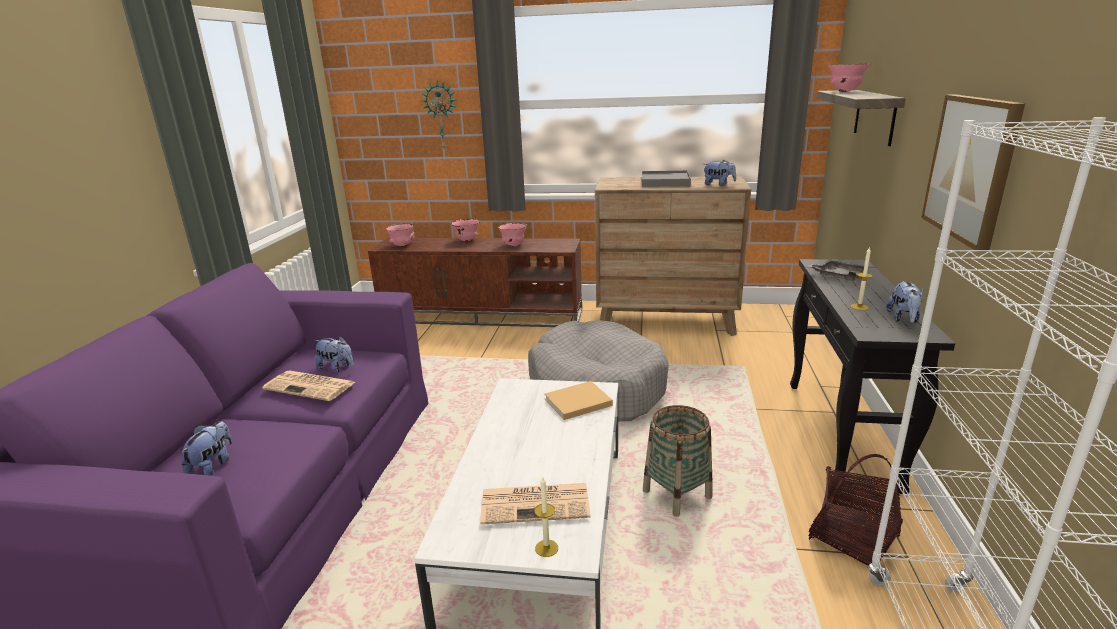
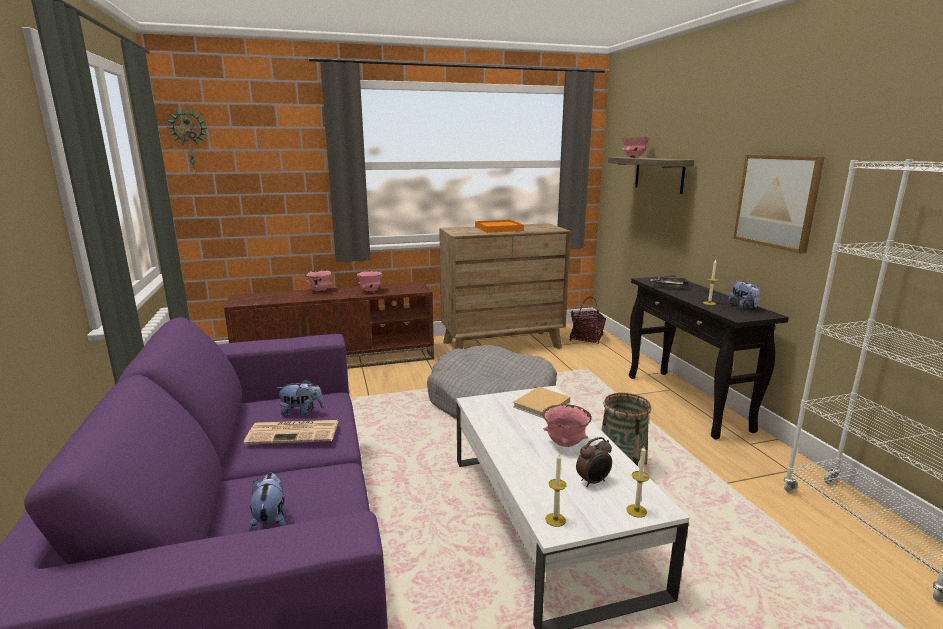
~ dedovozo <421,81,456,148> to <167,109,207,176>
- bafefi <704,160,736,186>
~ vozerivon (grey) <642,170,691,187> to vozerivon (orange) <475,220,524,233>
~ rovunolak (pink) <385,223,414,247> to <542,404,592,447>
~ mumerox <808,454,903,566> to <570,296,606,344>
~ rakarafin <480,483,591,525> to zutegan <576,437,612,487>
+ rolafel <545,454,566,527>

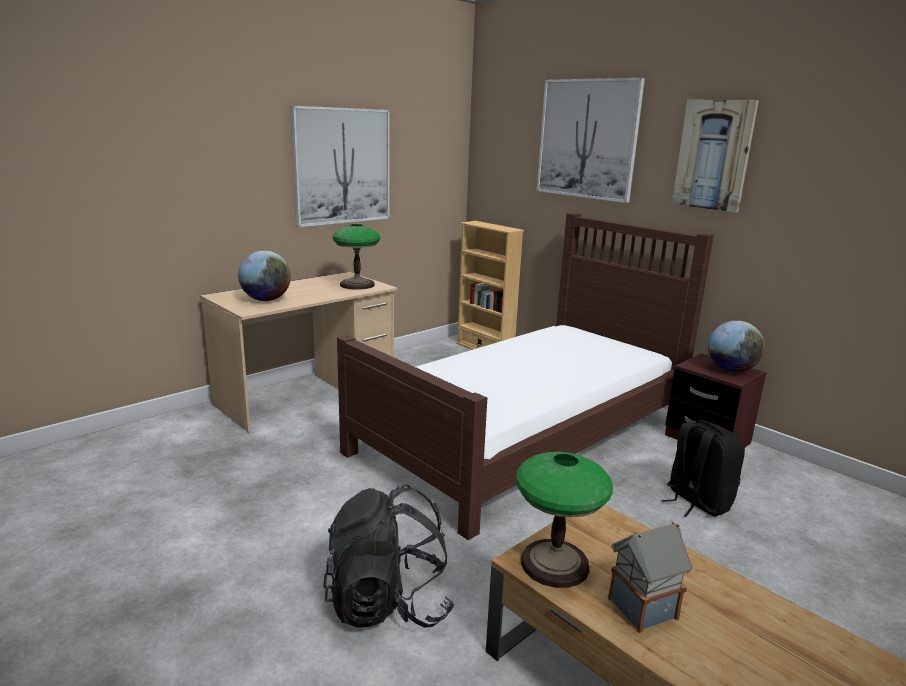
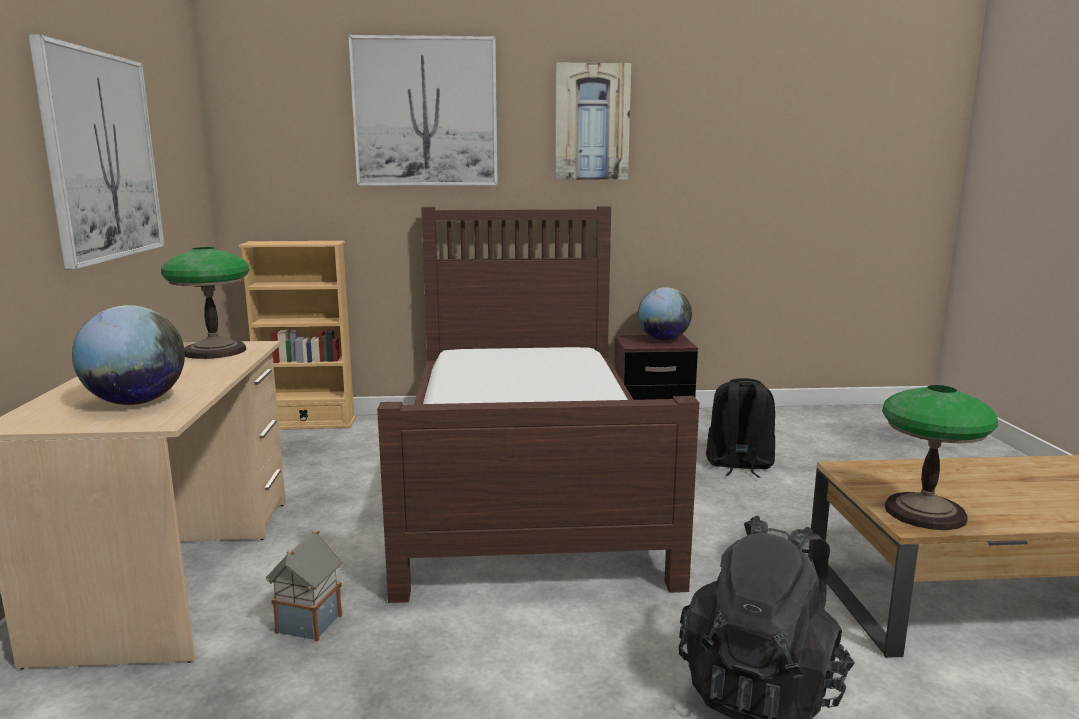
~ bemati <608,522,693,633> to <266,530,342,642>

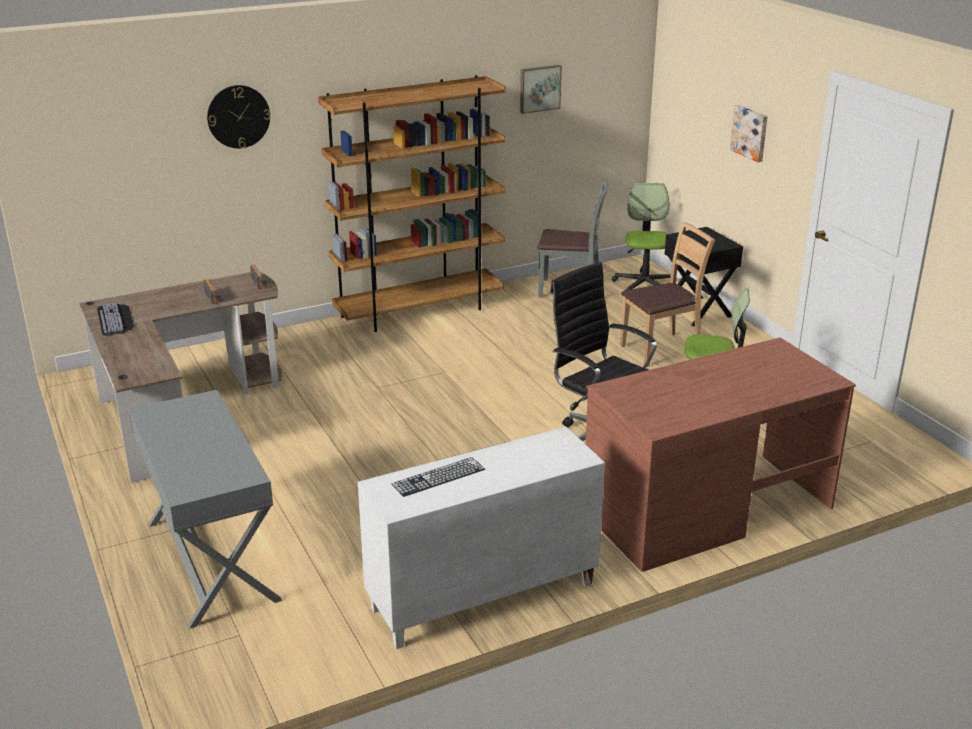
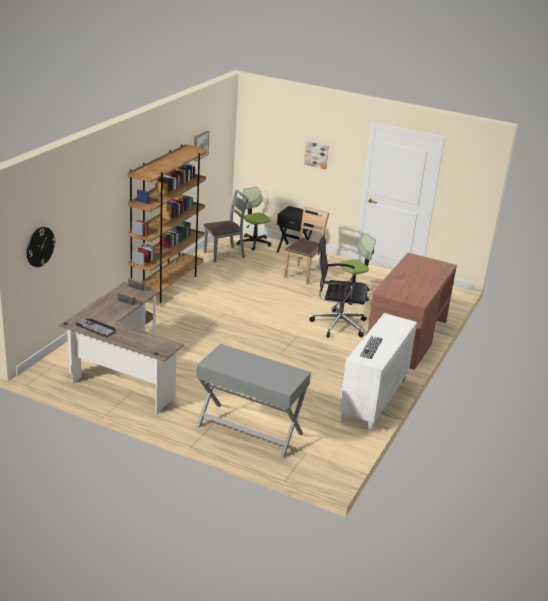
~ dedovozo <207,85,270,148> to <27,227,56,267>

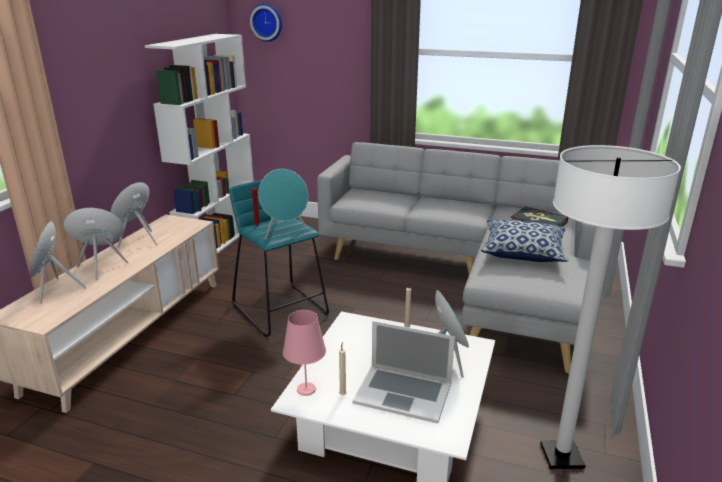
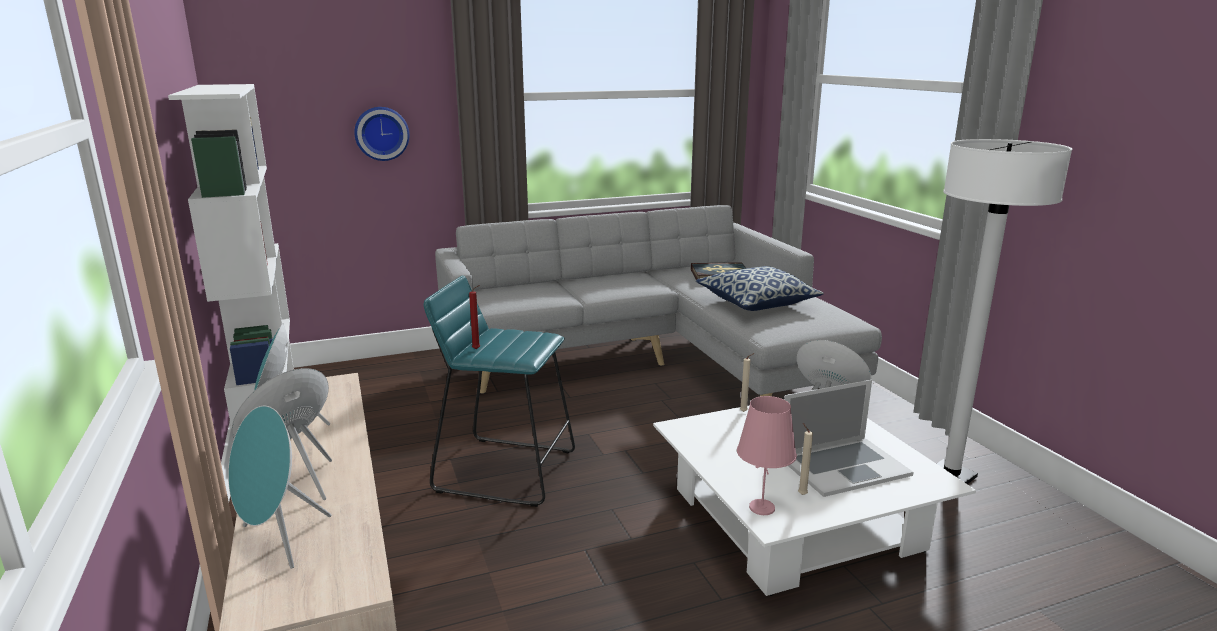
~ dedovozo <250,3,282,42> to <354,107,410,161>
- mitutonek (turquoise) <259,169,308,239>

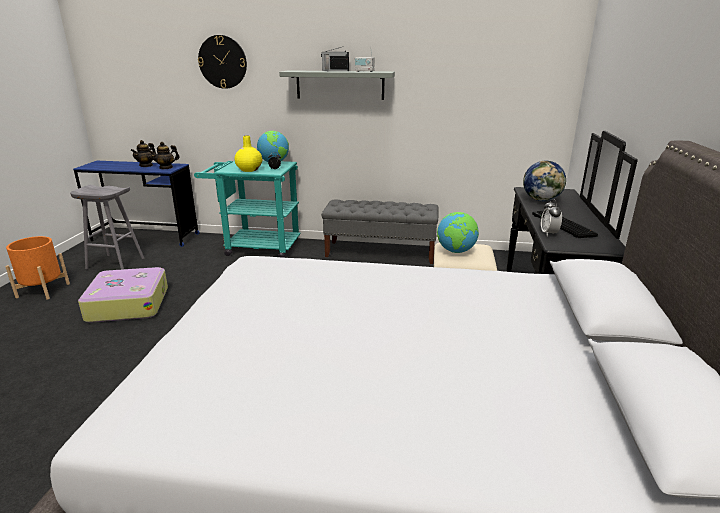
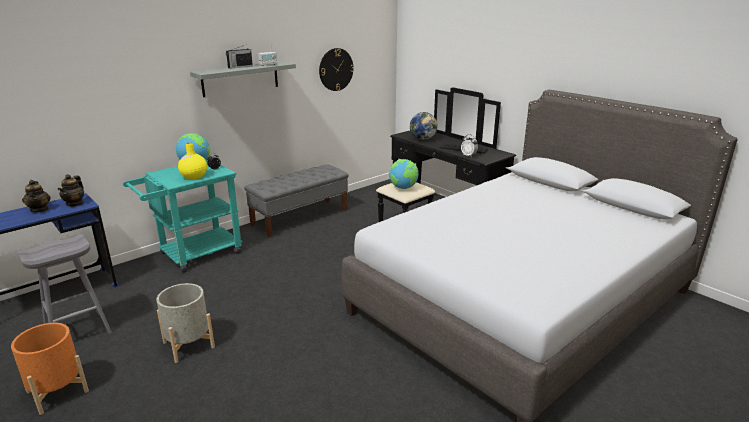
~ dedovozo <198,35,247,89> to <319,48,354,91>
~ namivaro <78,267,168,322> to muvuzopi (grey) <156,283,215,363>

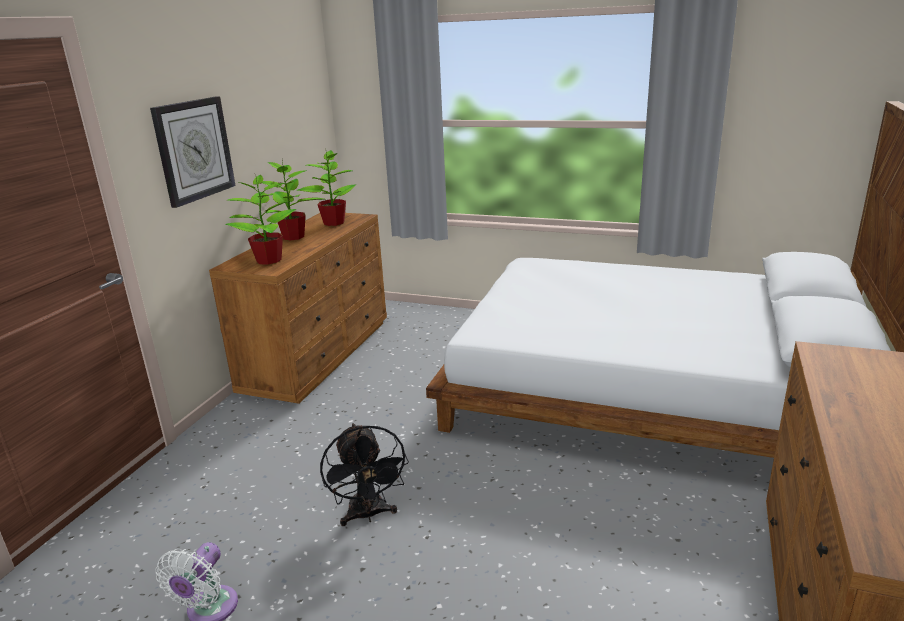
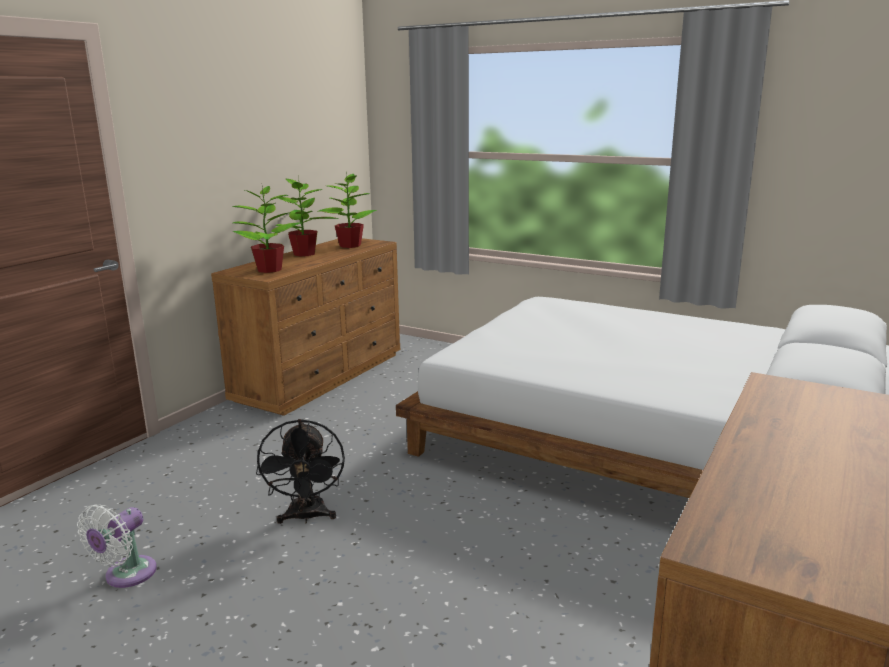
- dedovozo <150,96,236,208>

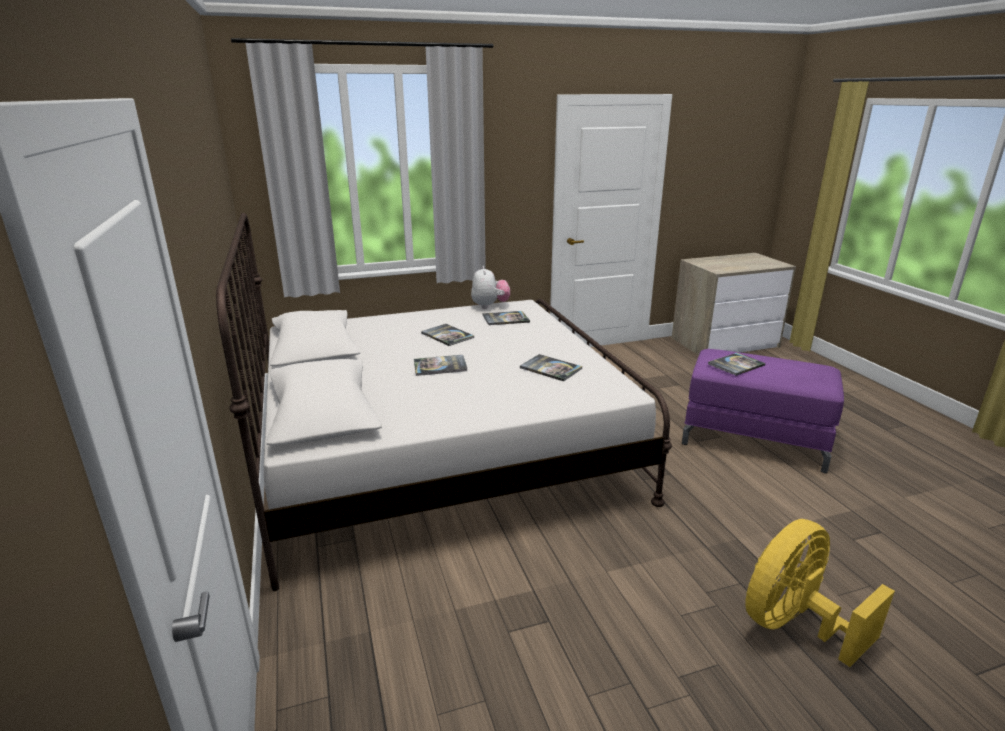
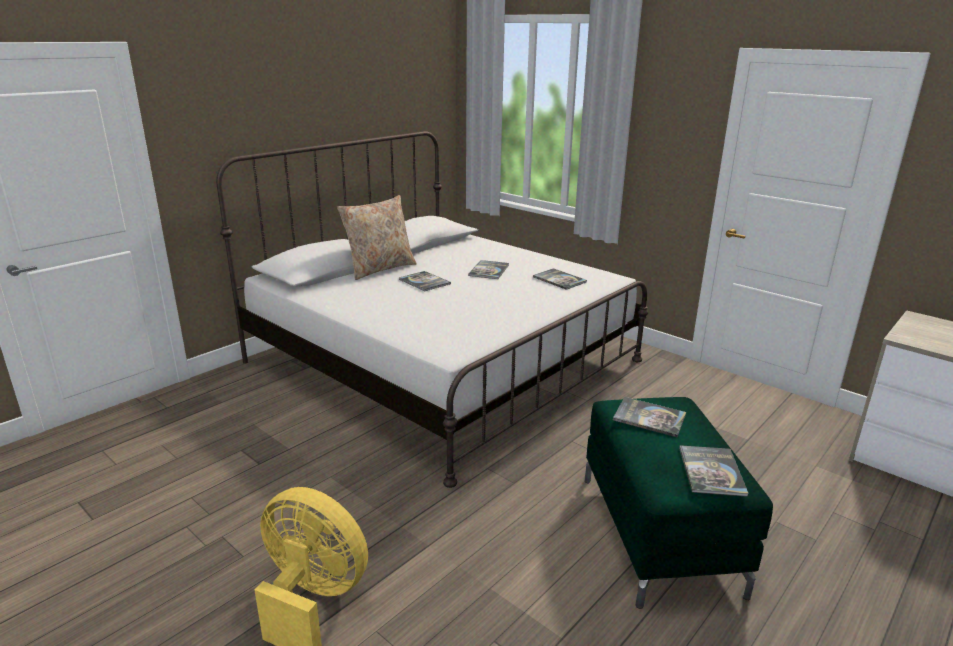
- bafefi <471,266,510,309>
~ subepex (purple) <682,349,844,473> to subepex (green) <585,397,773,609>
~ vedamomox <520,354,582,381> to <679,445,749,497>
+ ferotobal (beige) <337,195,417,280>

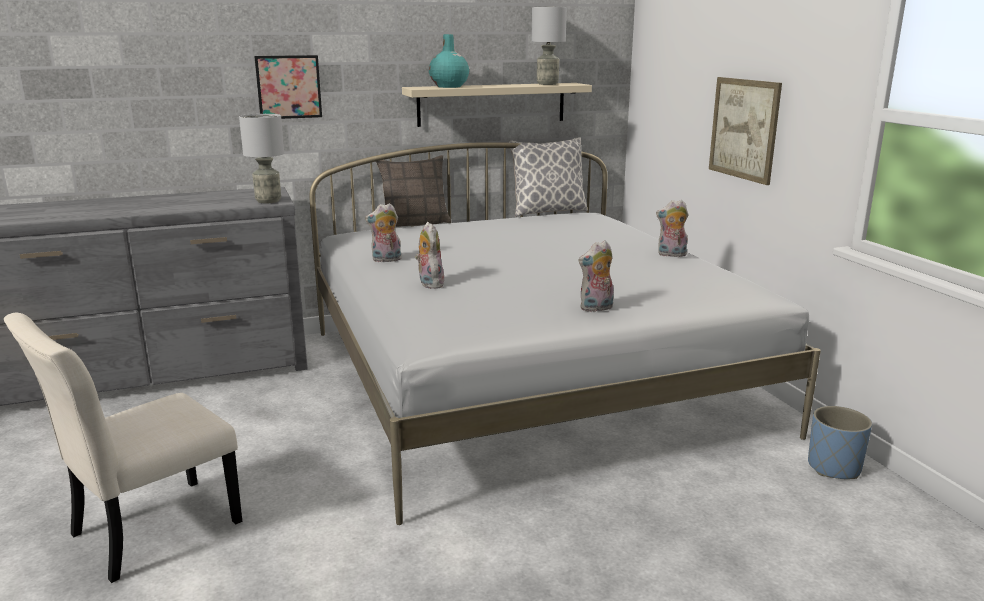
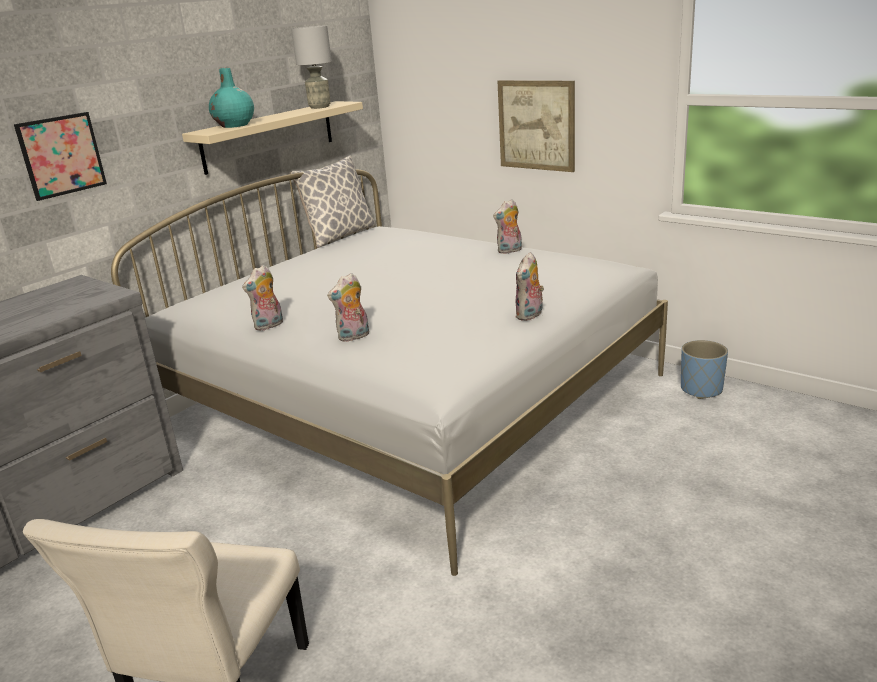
- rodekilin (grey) <239,114,284,203>
- ferotobal <376,155,451,227>
~ bafefi <415,222,444,289> = <327,273,369,342> 75 degrees counterclockwise

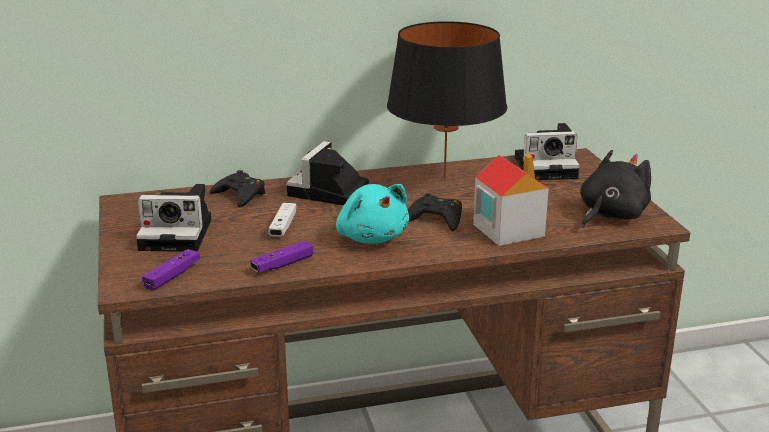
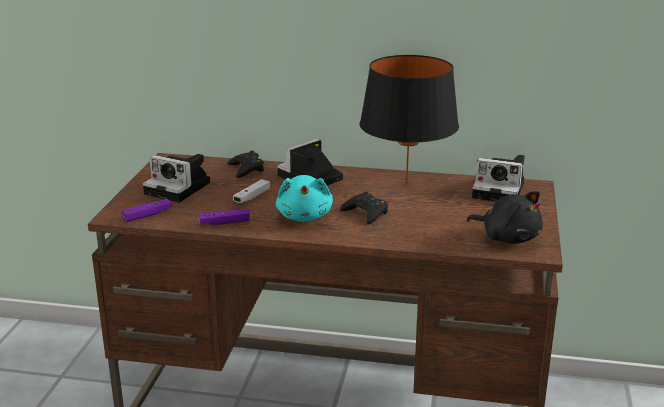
~ bafefi (black) <580,150,651,228> = <467,191,543,244> 60 degrees clockwise
- bemati <473,153,549,246>

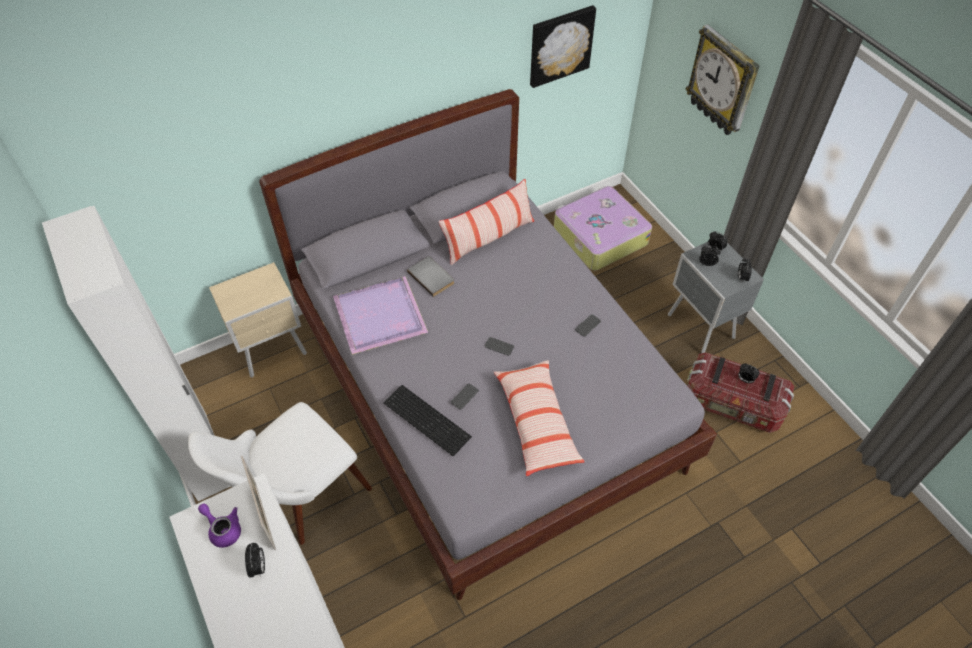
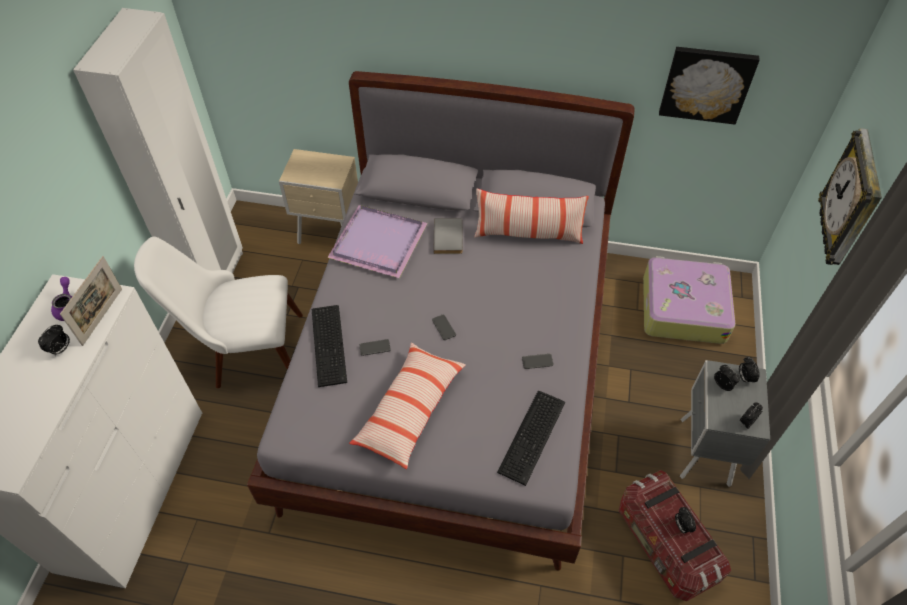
+ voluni <497,391,565,486>

